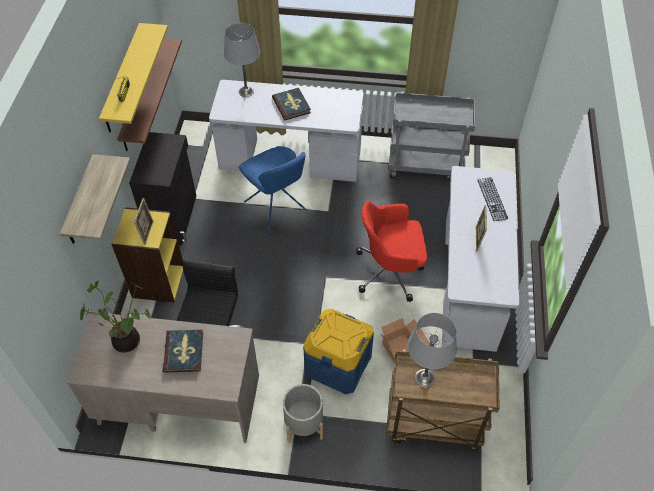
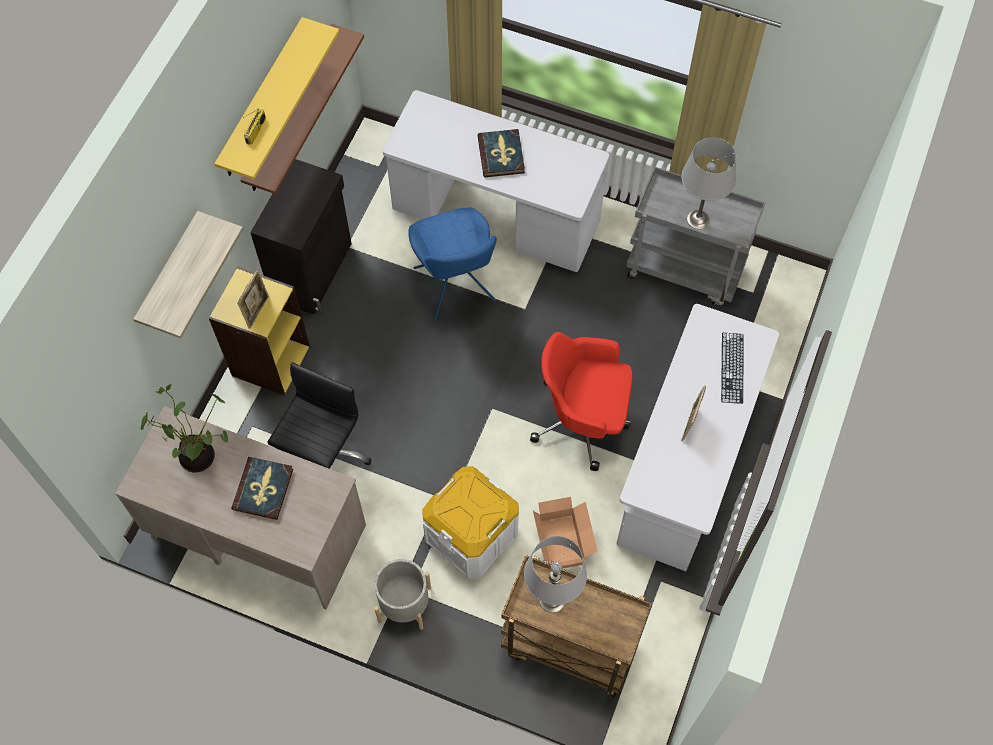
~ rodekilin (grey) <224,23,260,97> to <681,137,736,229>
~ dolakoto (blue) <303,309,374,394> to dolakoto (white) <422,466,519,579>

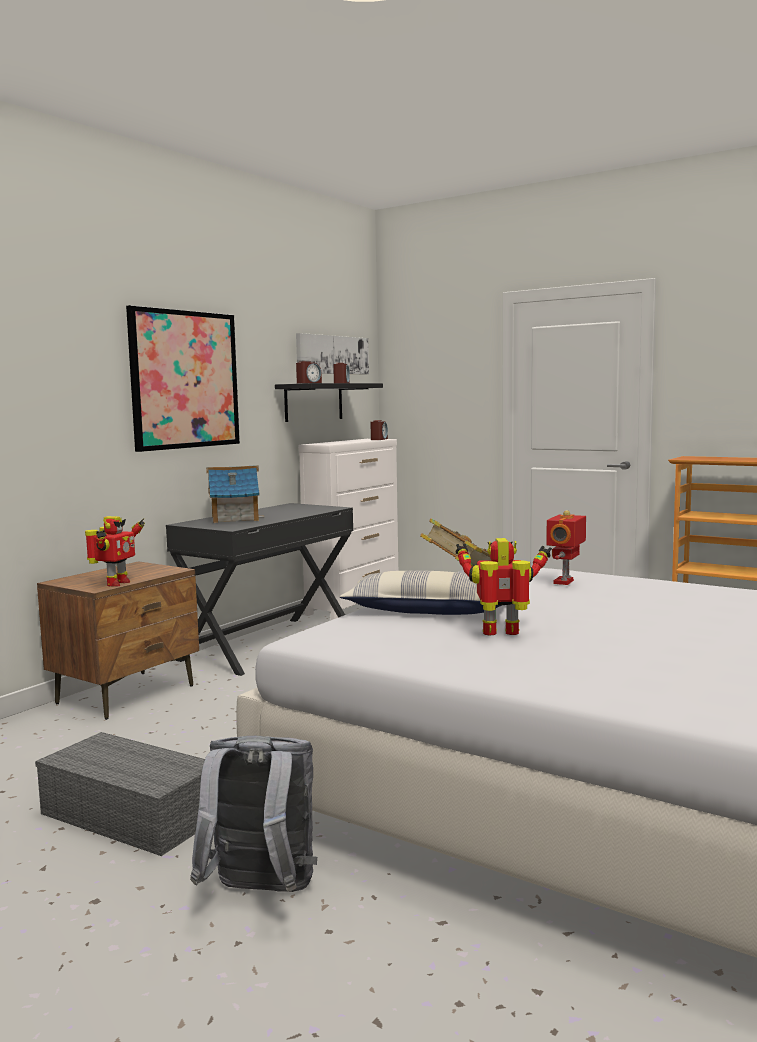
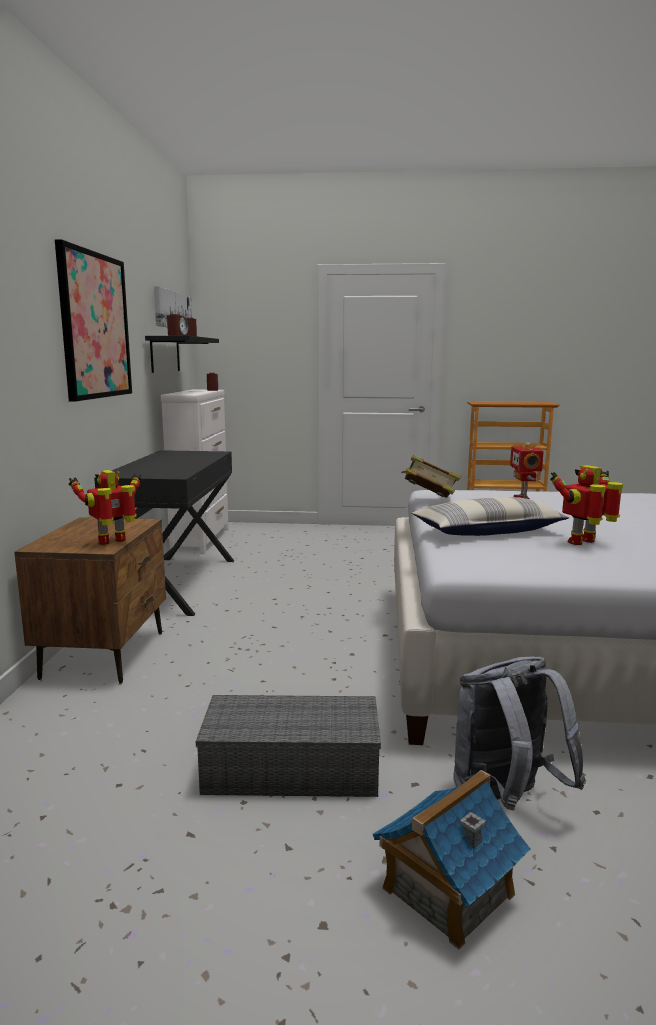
~ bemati <206,465,264,523> to <373,770,530,950>
~ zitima <85,516,145,587> = <69,470,142,545> 120 degrees counterclockwise

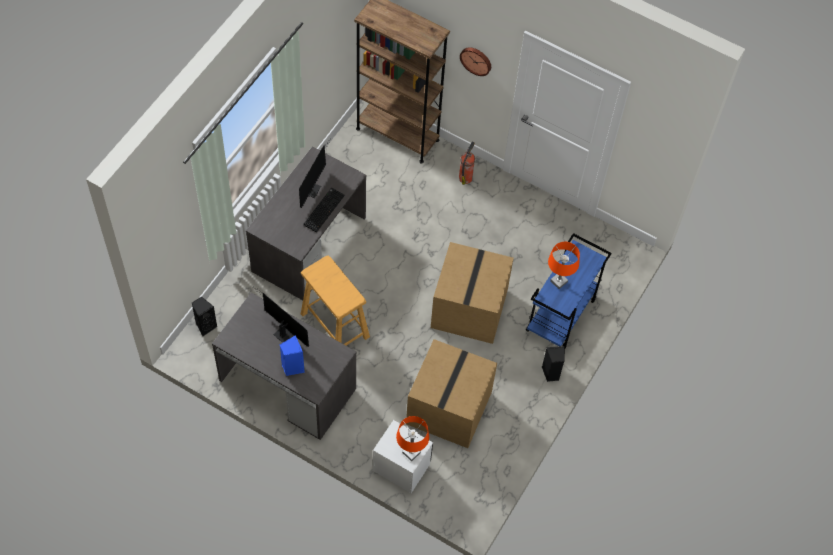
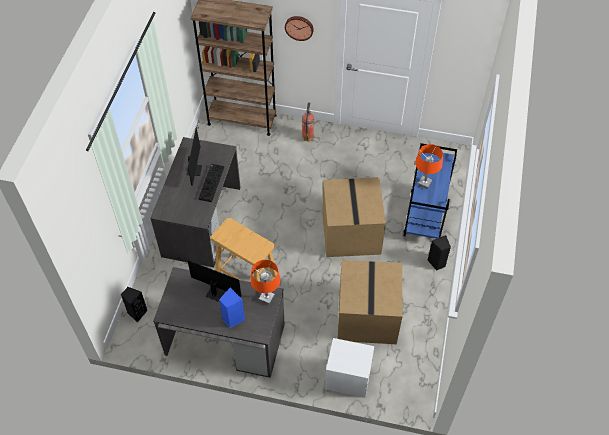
~ rodekilin (orange) <396,416,429,461> to <250,260,281,305>

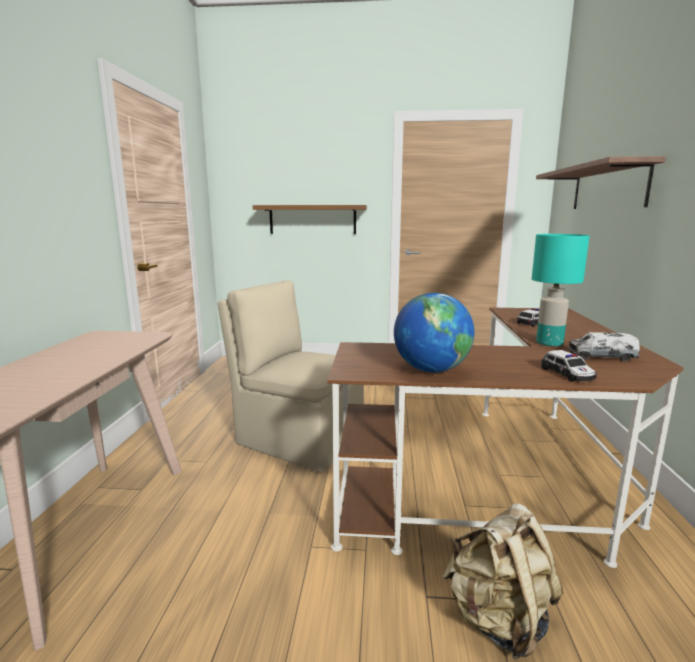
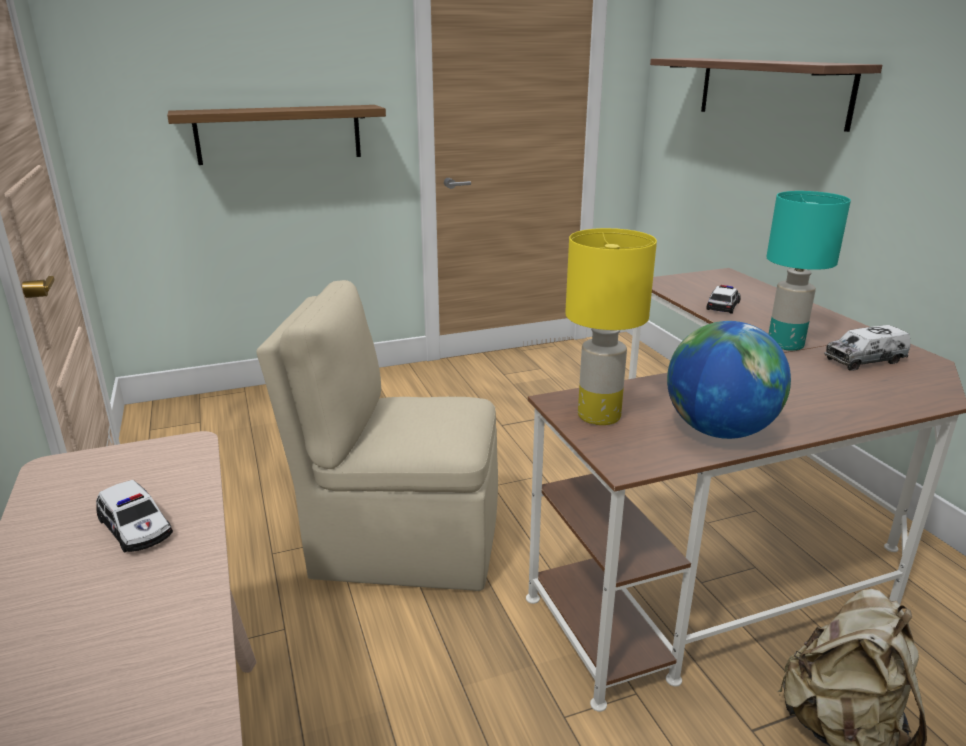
~ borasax <541,350,596,382> to <96,480,173,552>
+ rodekilin (yellow) <565,228,657,425>

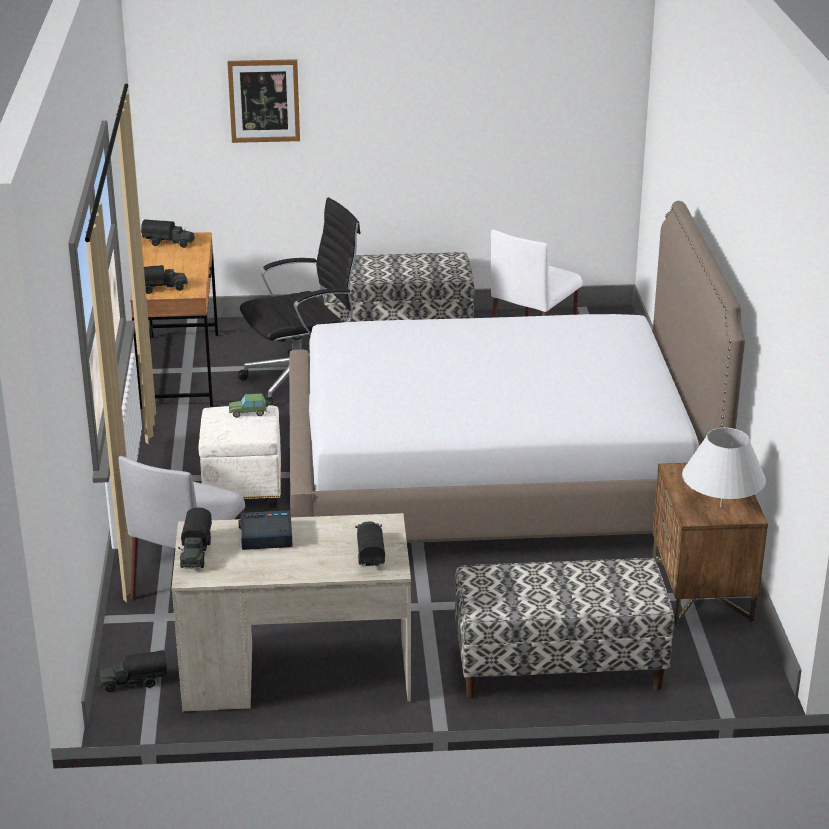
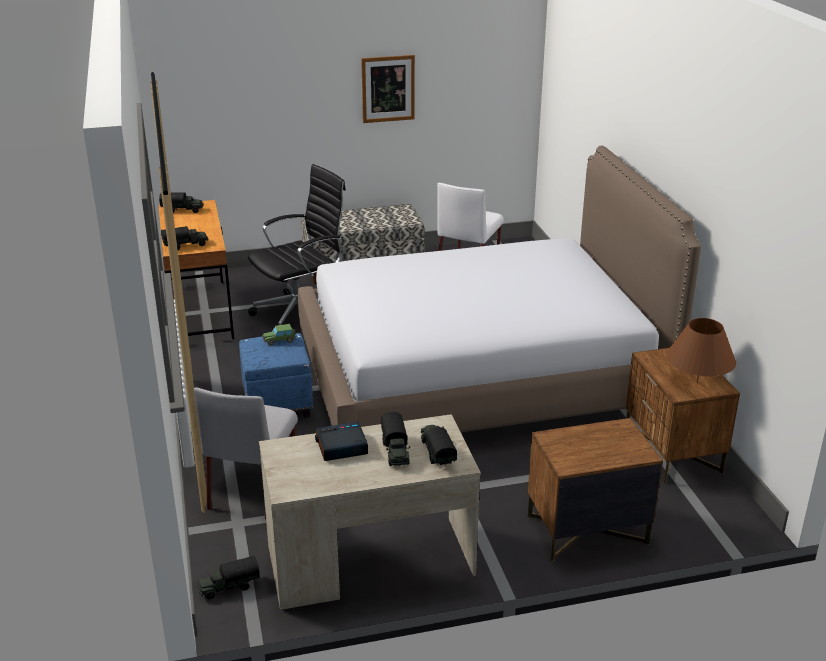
~ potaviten <227,59,300,143> to <361,55,415,123>
~ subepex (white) <199,405,281,508> to subepex (blue) <239,333,313,418>
~ rodekilin (white) <682,428,766,507> to rodekilin (brown) <666,318,736,383>
~ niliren <178,508,212,568> to <381,412,410,466>
~ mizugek <455,558,674,698> to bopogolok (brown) <528,418,663,562>

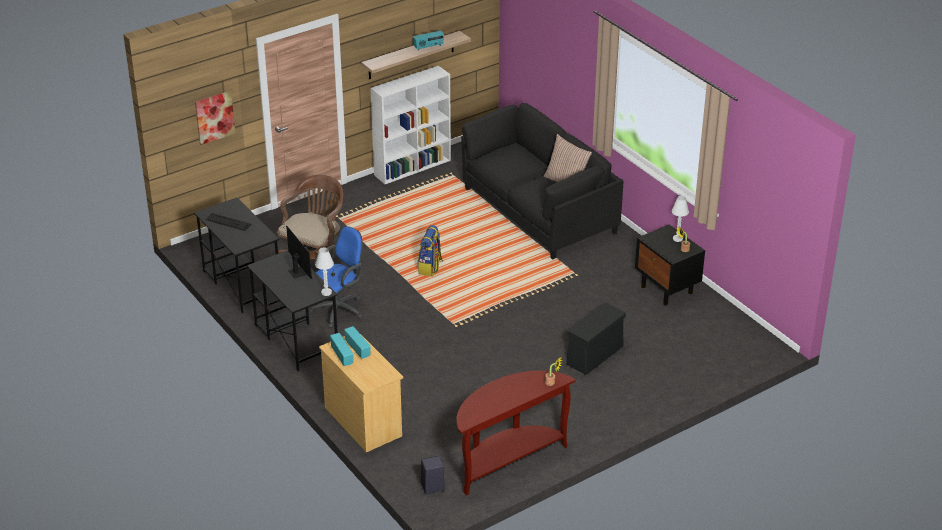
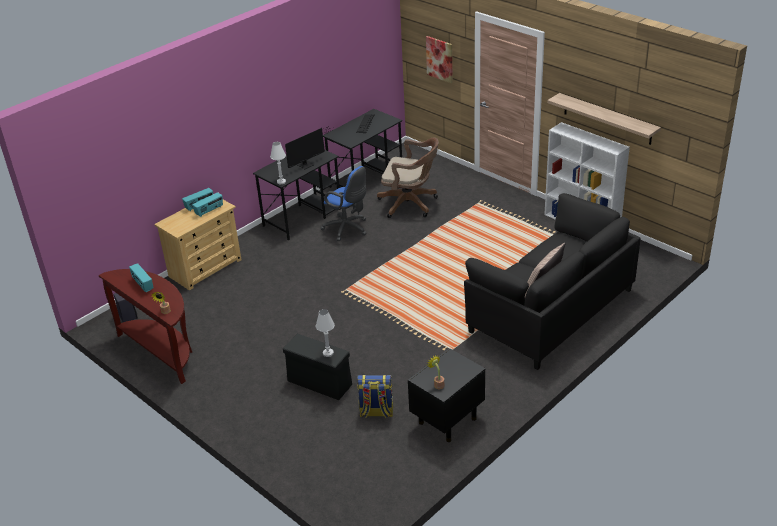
~ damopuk <413,31,444,51> to <129,263,154,292>
~ rodekilin (white) <672,196,689,242> to <316,309,335,357>
~ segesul <417,225,443,276> to <357,375,393,418>

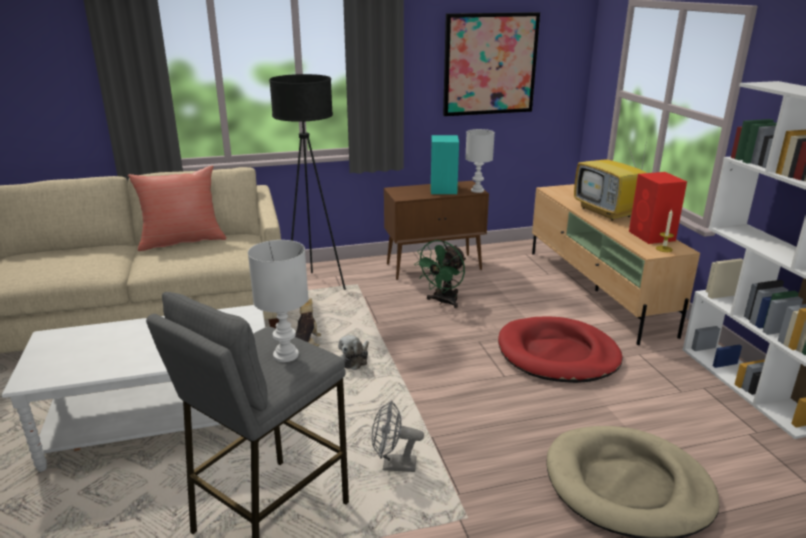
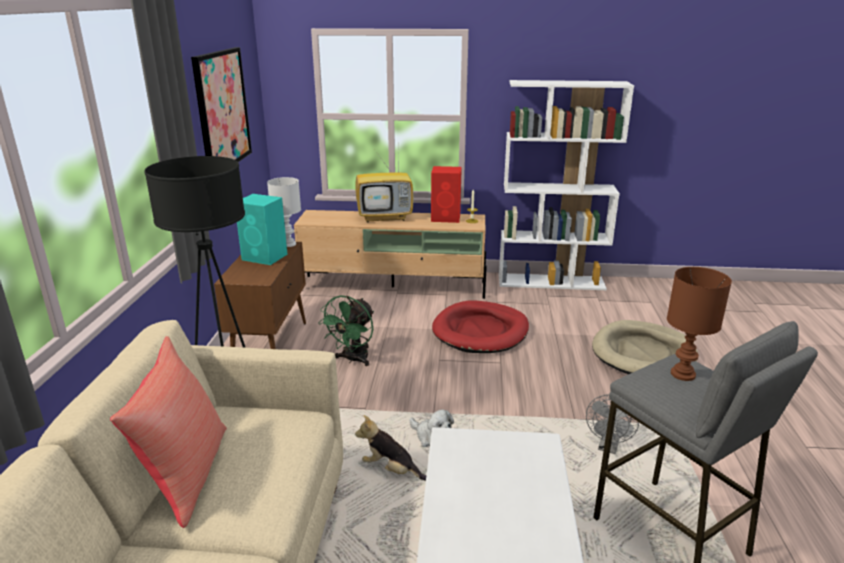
~ rodekilin (white) <248,240,308,362> to rodekilin (brown) <667,267,732,381>
~ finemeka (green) <414,240,466,308> = <318,295,374,366> 60 degrees clockwise

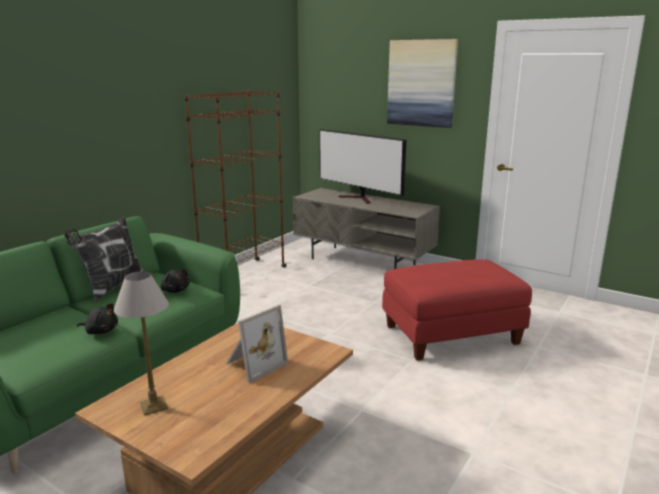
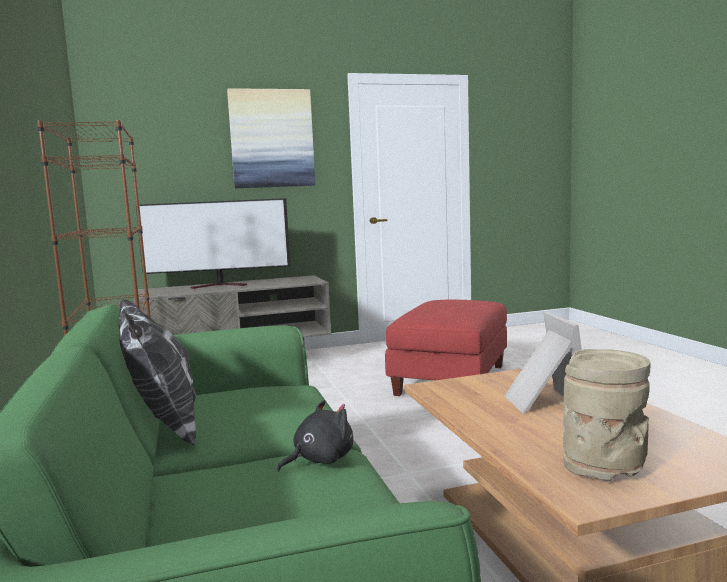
- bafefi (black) <161,269,189,293>
~ rodekilin <114,271,169,416> to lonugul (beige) <563,349,651,481>

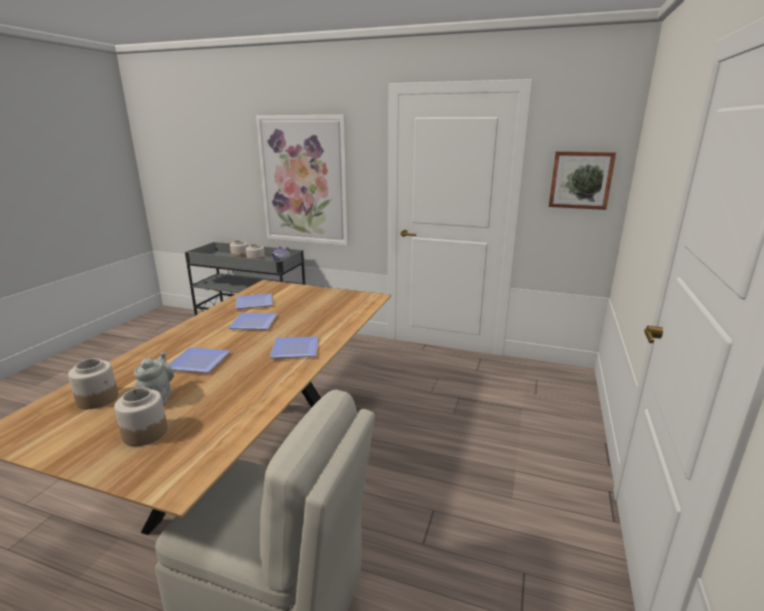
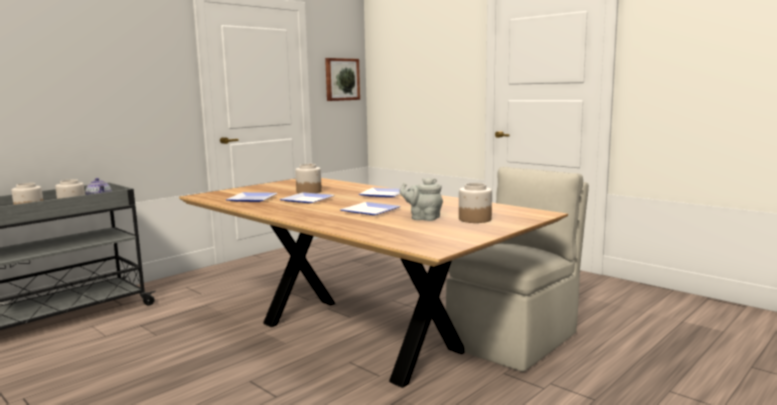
- potaviten <256,115,349,246>
~ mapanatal <68,358,118,409> to <295,164,322,193>

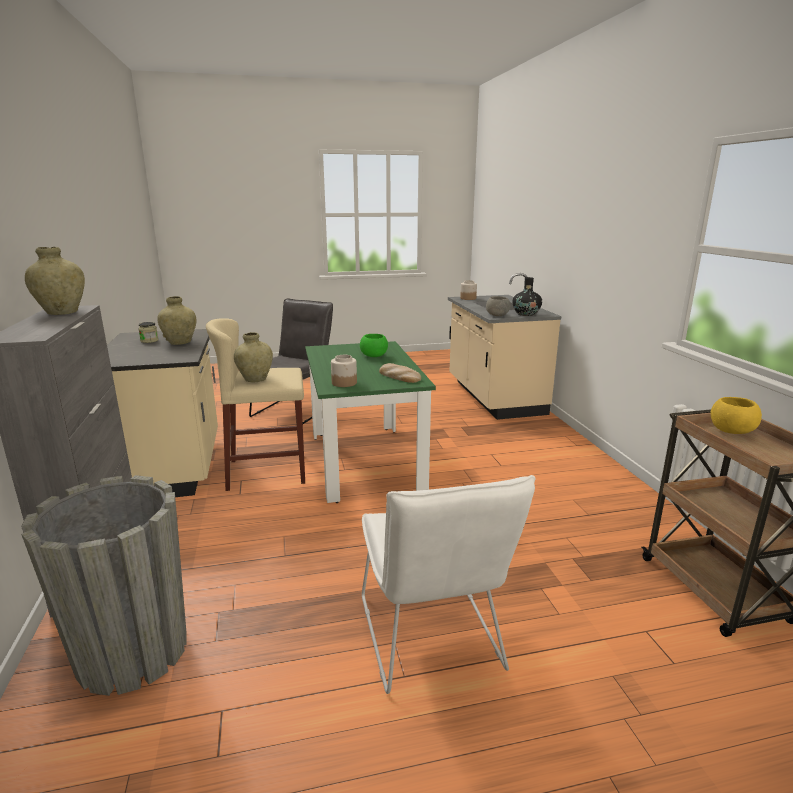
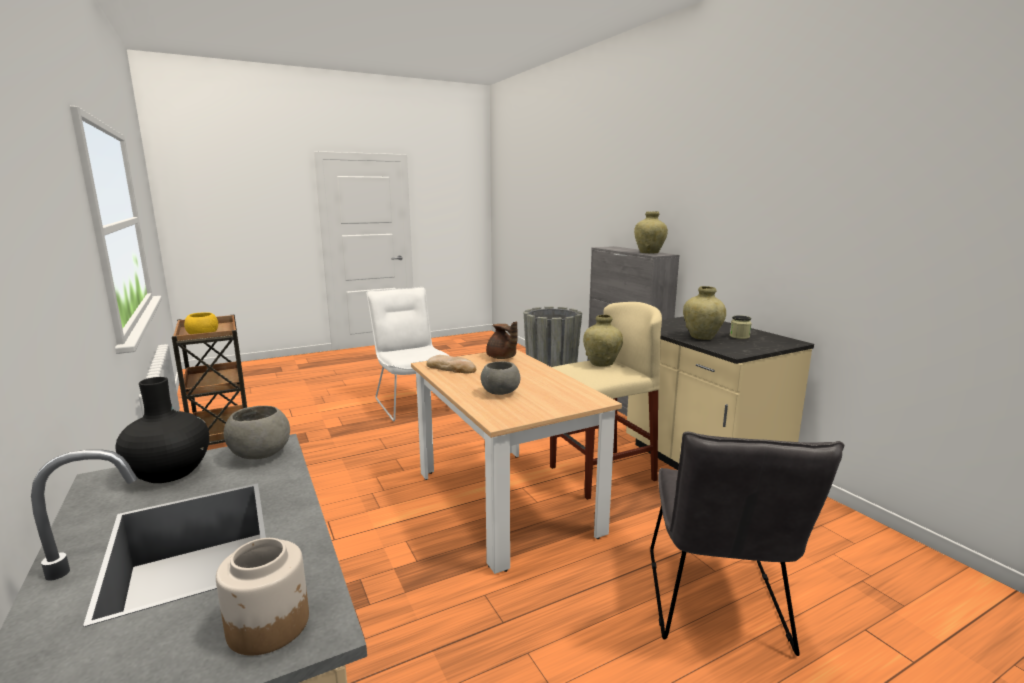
~ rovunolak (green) <360,334,388,357> to rovunolak (grey) <481,361,520,395>
~ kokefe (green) <305,341,436,503> to kokefe (beige) <411,349,622,574>
~ mapanatal <331,355,357,387> to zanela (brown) <486,322,518,359>

